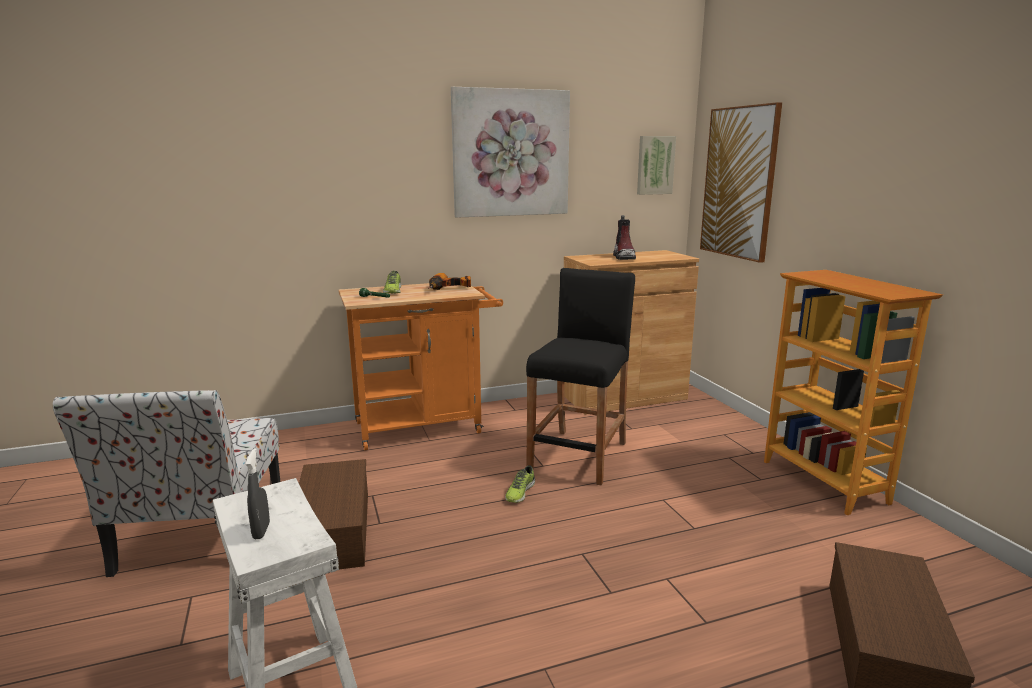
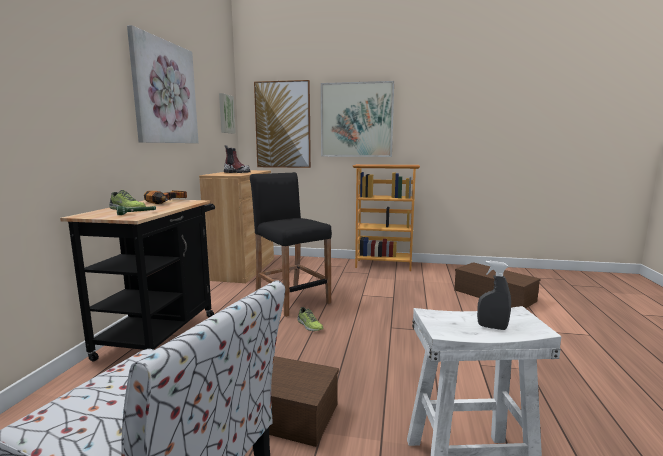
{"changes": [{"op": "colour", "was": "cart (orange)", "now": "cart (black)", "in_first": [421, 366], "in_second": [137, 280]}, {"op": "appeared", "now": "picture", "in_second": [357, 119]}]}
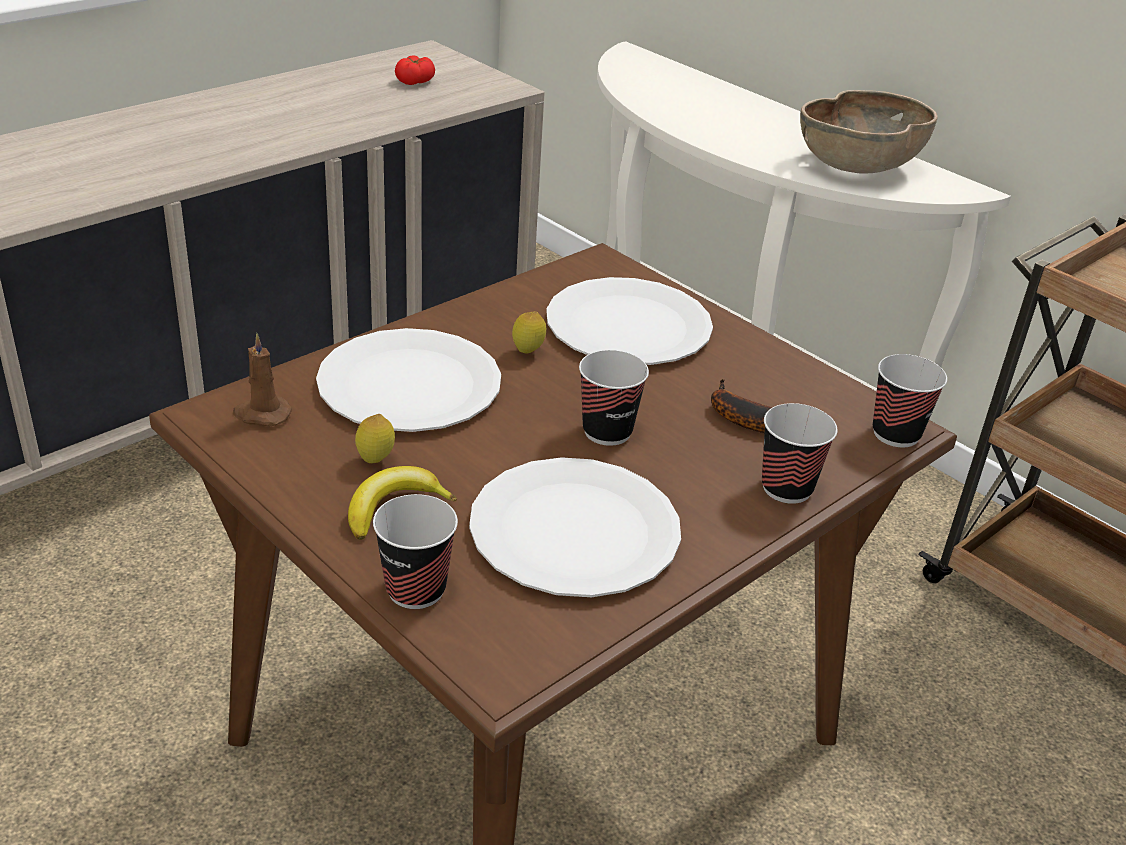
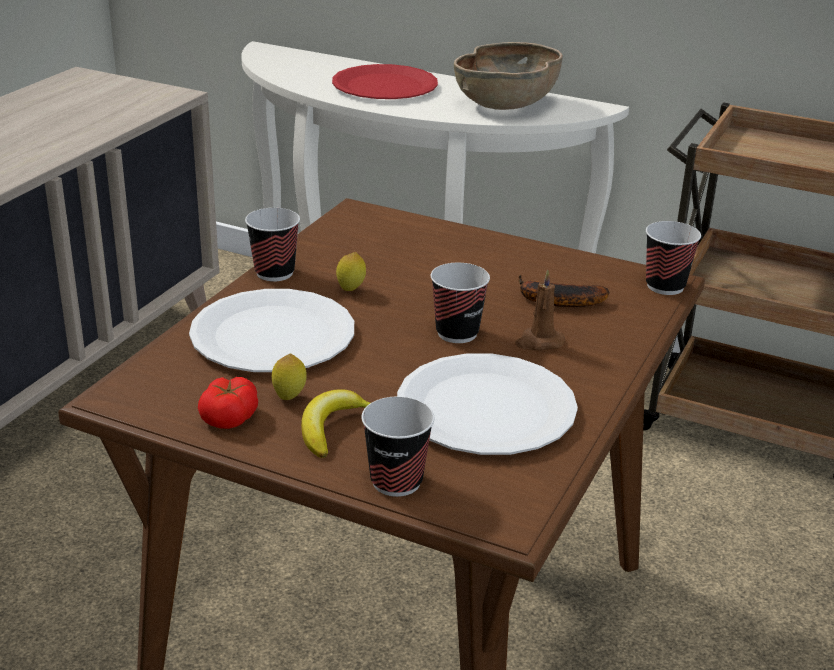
{"changes": [{"op": "relocated", "was": "candle (brown)", "in_first": [262, 379], "in_second": [540, 310]}, {"op": "relocated", "was": "tomato", "in_first": [415, 70], "in_second": [228, 403]}, {"op": "missing", "was": "plate (white)", "in_first": [629, 321]}, {"op": "relocated", "was": "cup", "in_first": [800, 453], "in_second": [272, 244]}, {"op": "appeared", "now": "plate (red)", "in_second": [385, 81]}]}
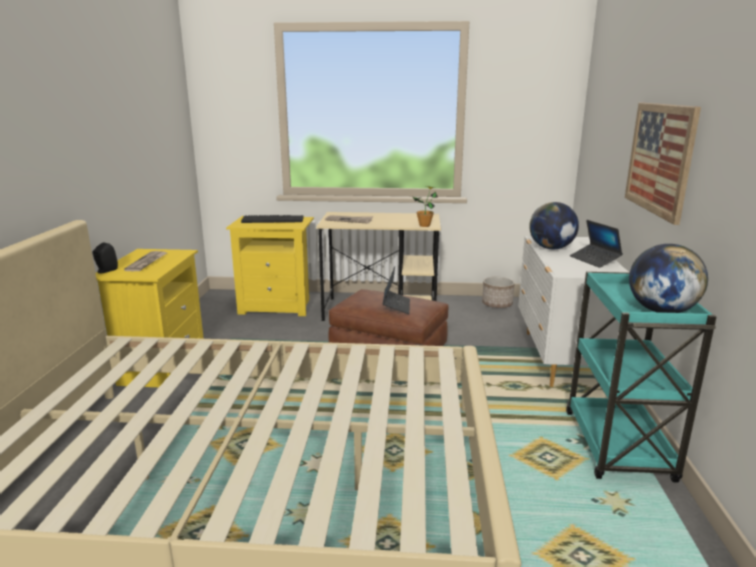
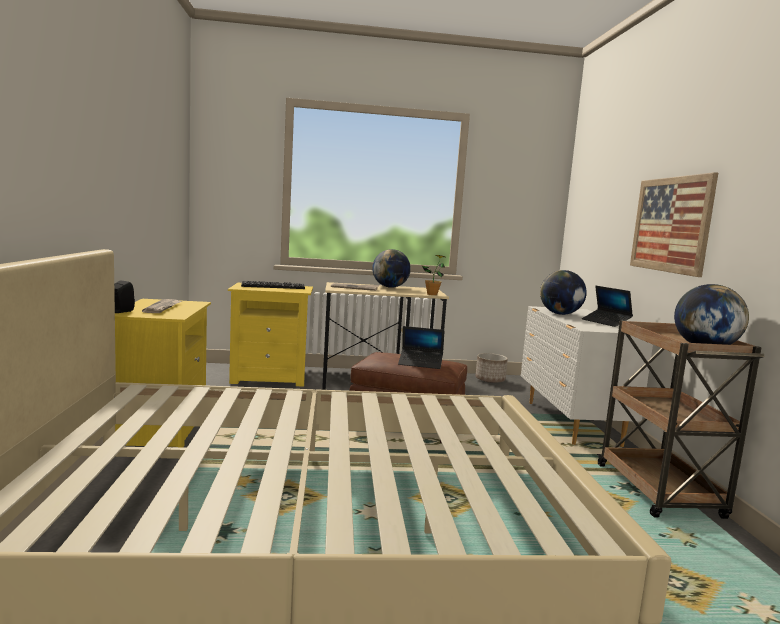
{"changes": [{"op": "spun", "was": "laptop", "in_first": [396, 290], "in_second": [421, 347], "clockwise": 105}, {"op": "colour", "was": "cart (turquoise)", "now": "cart (brown)", "in_first": [641, 377], "in_second": [681, 419]}, {"op": "appeared", "now": "globe", "in_second": [391, 268]}]}
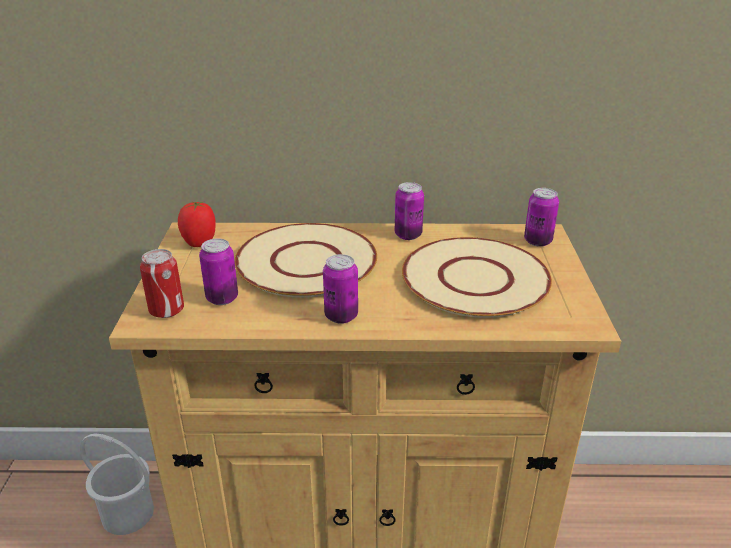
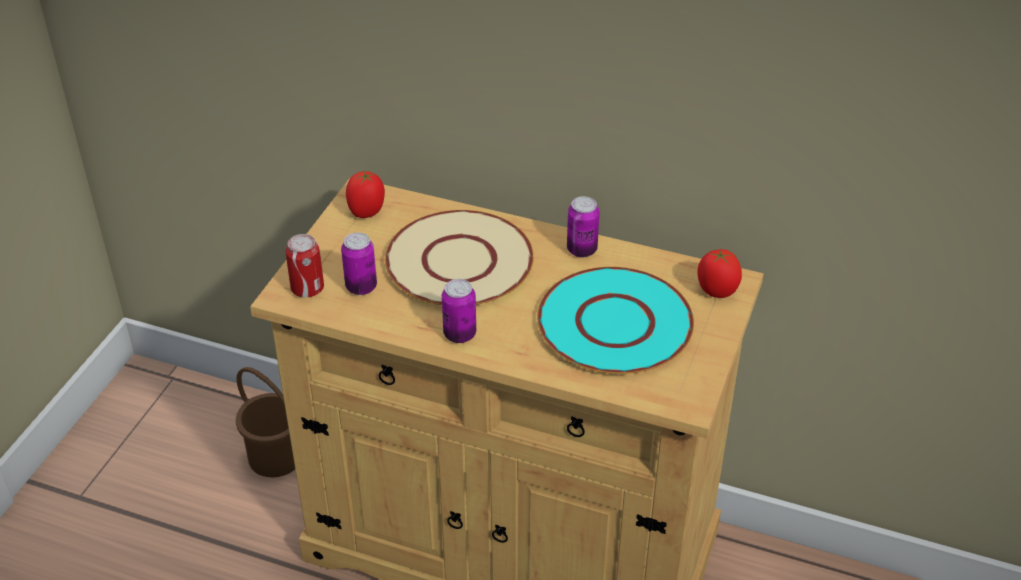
{"changes": [{"op": "colour", "was": "bucket (white)", "now": "bucket (brown)", "in_first": [117, 484], "in_second": [265, 422]}, {"op": "colour", "was": "plate (beige)", "now": "plate (turquoise)", "in_first": [477, 277], "in_second": [615, 320]}, {"op": "exchanged", "was": "can", "now": "tomato", "in_first": [541, 217], "in_second": [719, 273]}]}
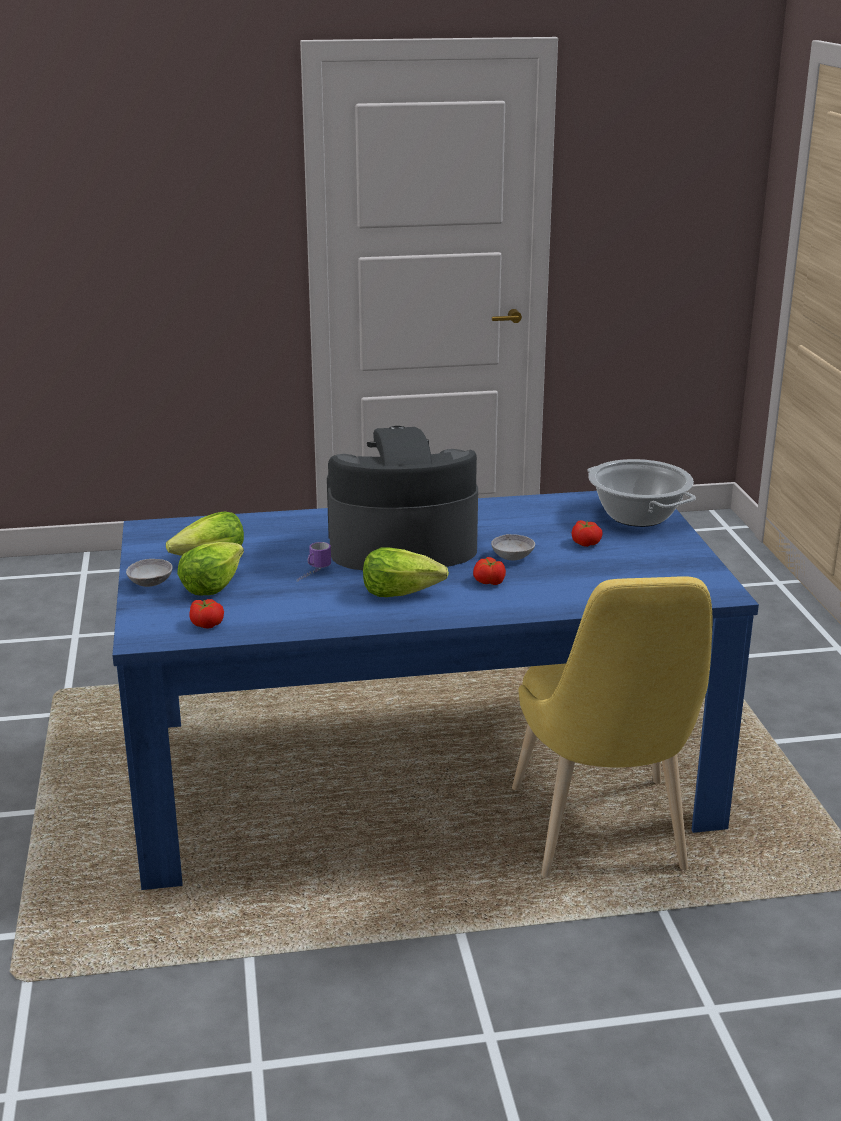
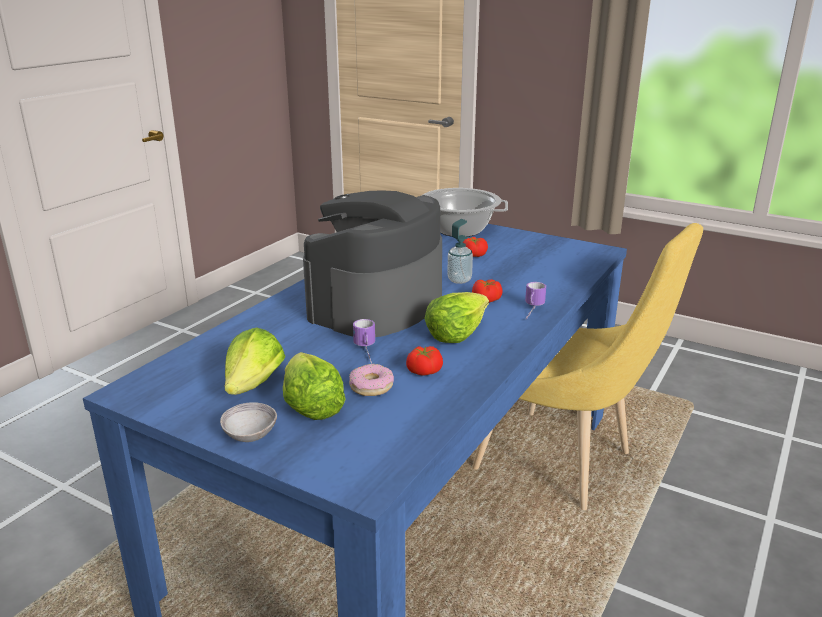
{"changes": [{"op": "relocated", "was": "tomato", "in_first": [206, 613], "in_second": [424, 361]}, {"op": "exchanged", "was": "bowl (grey)", "now": "soap dispenser", "in_first": [513, 547], "in_second": [460, 251]}, {"op": "appeared", "now": "donut", "in_second": [371, 380]}, {"op": "appeared", "now": "mug", "in_second": [535, 301]}]}
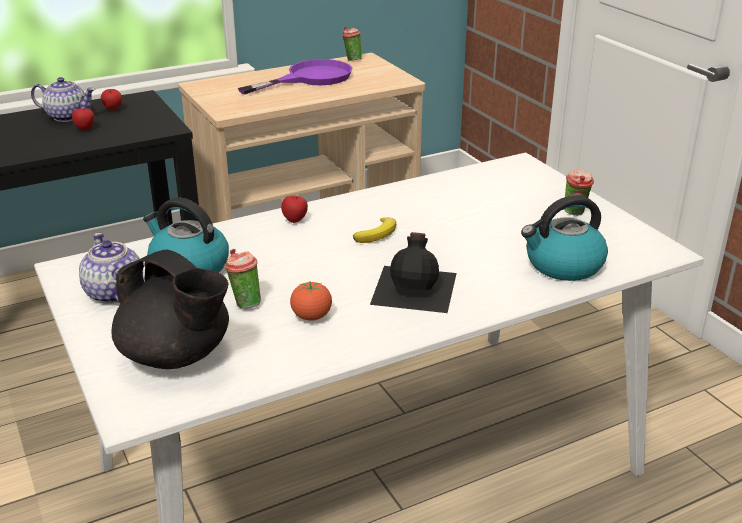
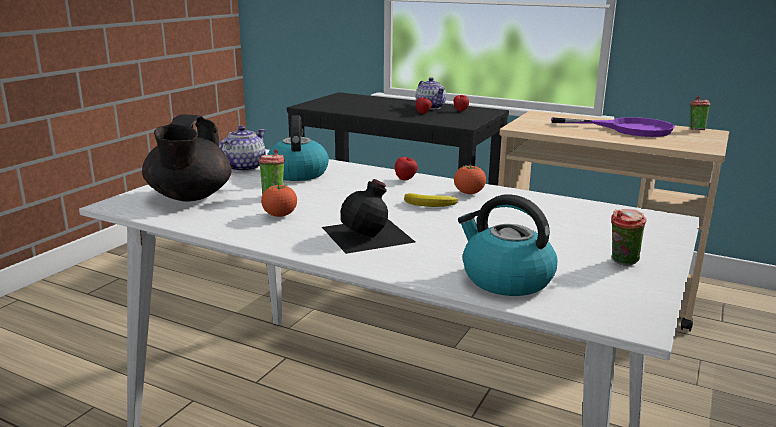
{"changes": [{"op": "appeared", "now": "tomato", "in_second": [470, 178]}]}
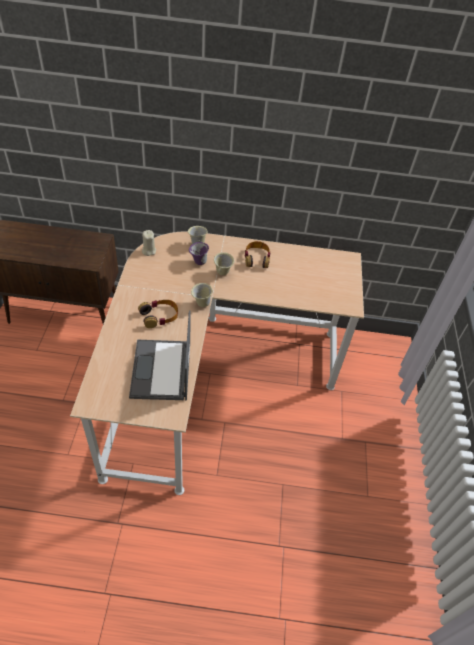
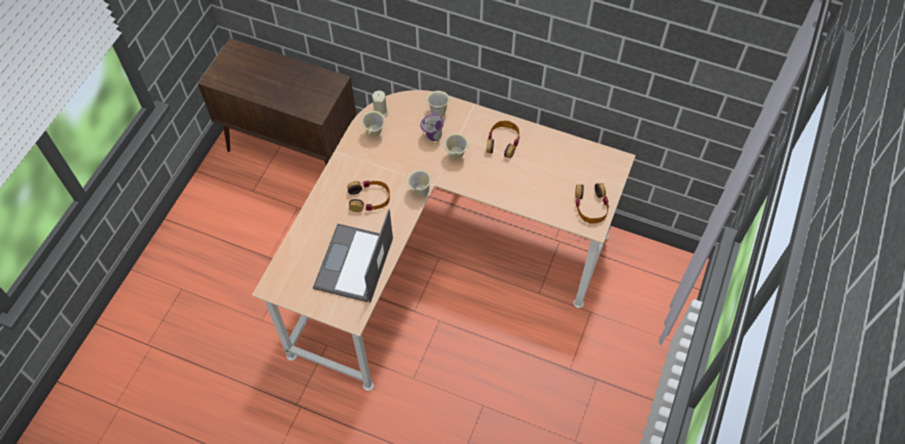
{"changes": [{"op": "appeared", "now": "mug (beige)", "in_second": [373, 124]}, {"op": "appeared", "now": "headphones", "in_second": [592, 203]}]}
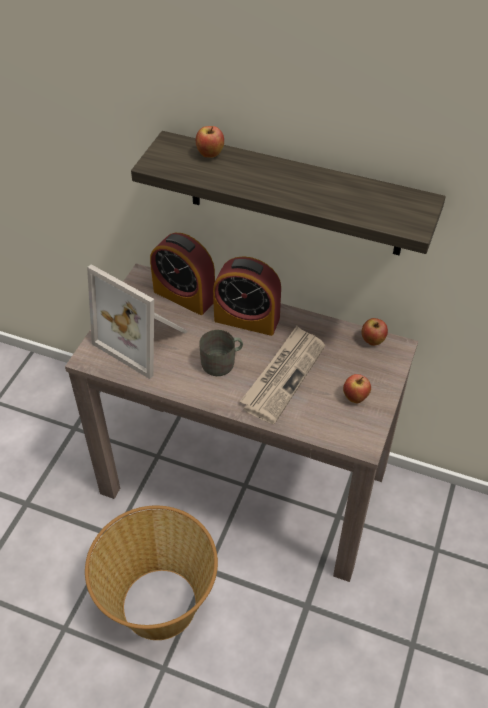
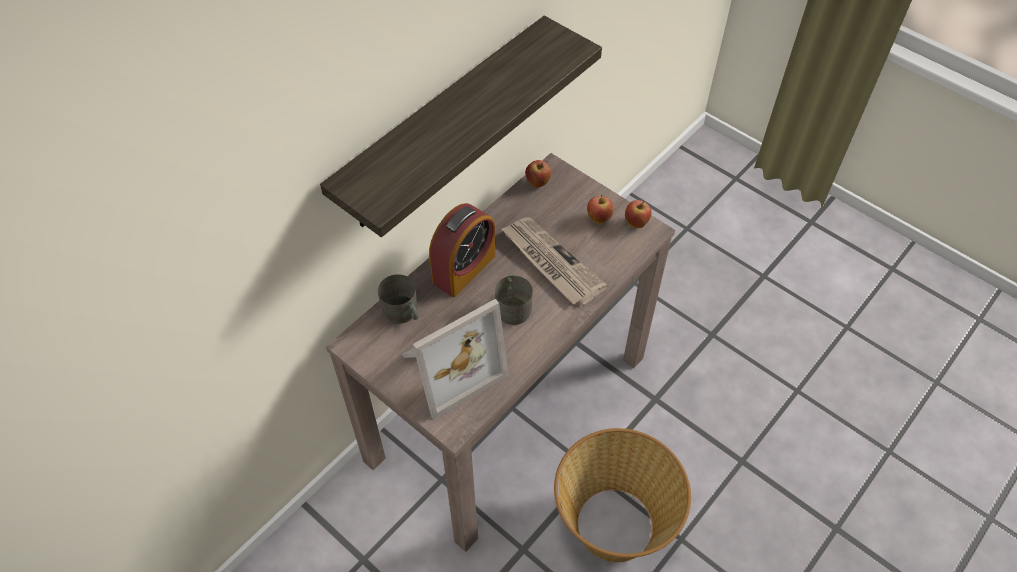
{"changes": [{"op": "exchanged", "was": "alarm clock", "now": "mug (grey)", "in_first": [182, 274], "in_second": [398, 299]}, {"op": "relocated", "was": "apple", "in_first": [210, 142], "in_second": [638, 214]}]}
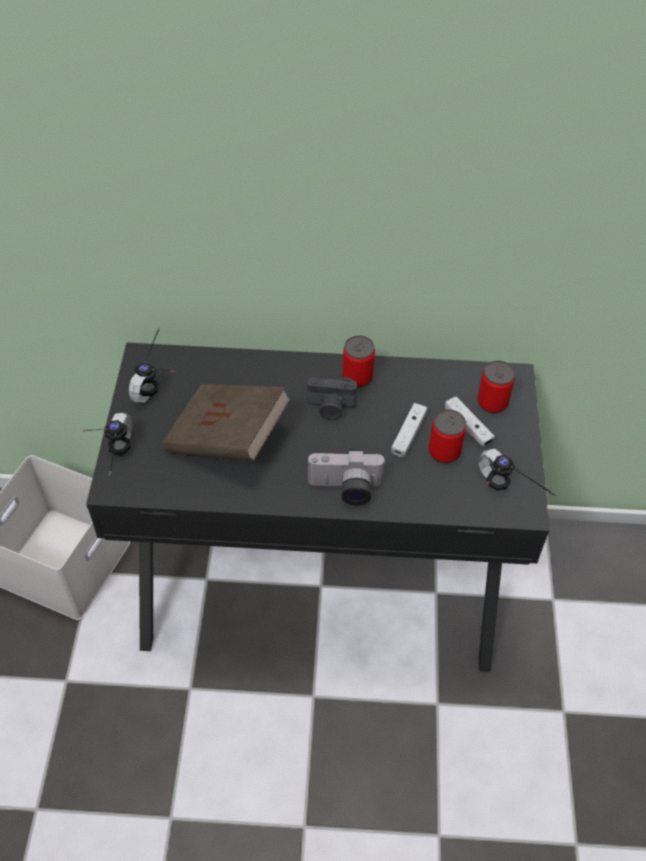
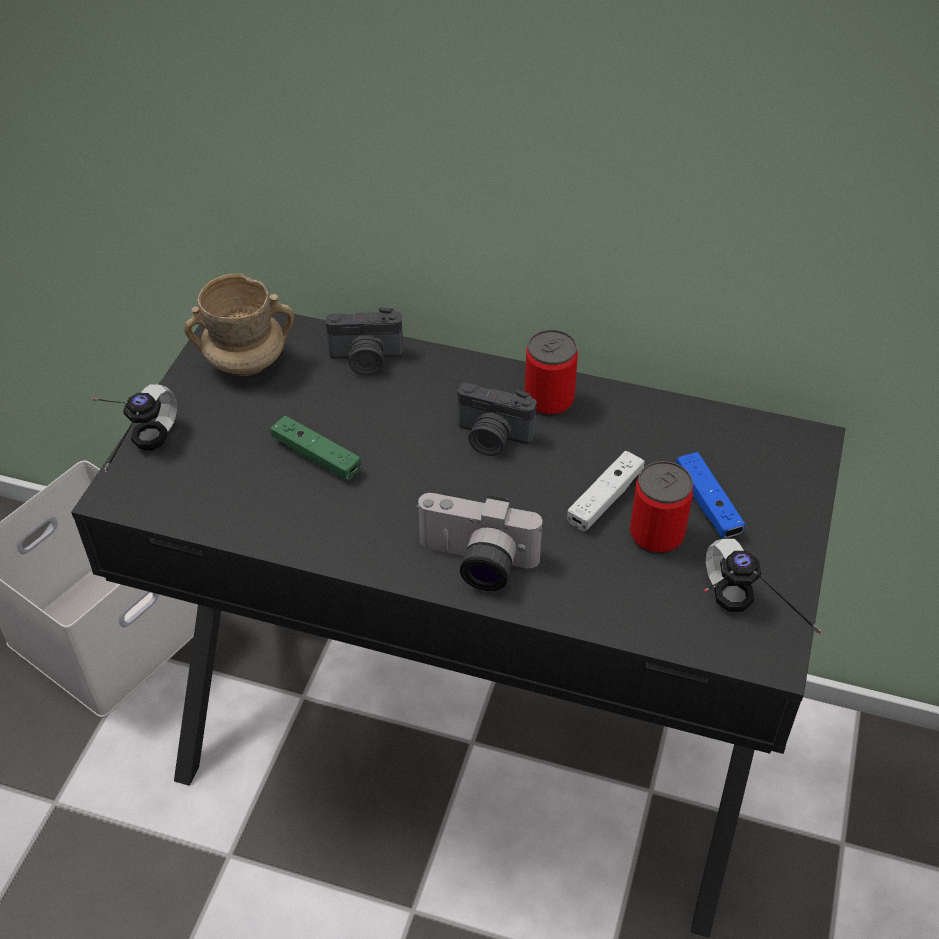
{"changes": [{"op": "exchanged", "was": "headphones", "now": "mug (beige)", "in_first": [151, 365], "in_second": [239, 325]}, {"op": "exchanged", "was": "book (brown)", "now": "game controller (green)", "in_first": [226, 422], "in_second": [316, 448]}, {"op": "colour", "was": "game controller (white)", "now": "game controller (blue)", "in_first": [470, 421], "in_second": [710, 495]}, {"op": "missing", "was": "can", "in_first": [496, 387]}, {"op": "appeared", "now": "photo camera", "in_second": [364, 341]}]}
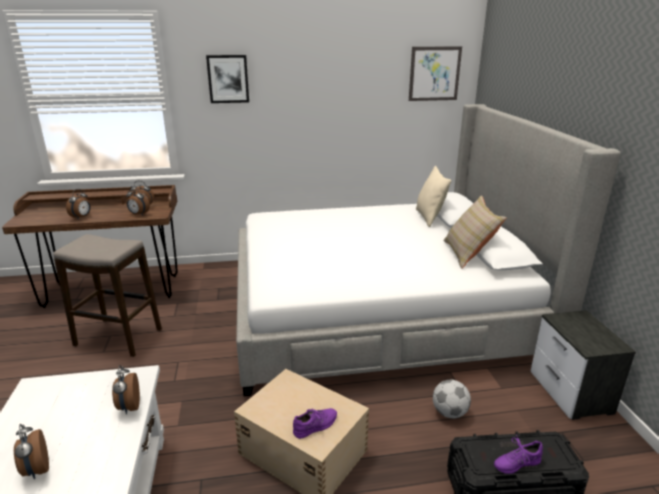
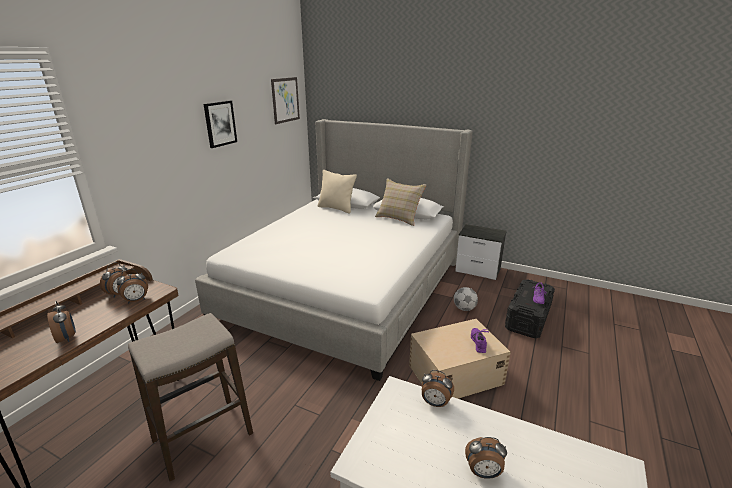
{"changes": [{"op": "relocated", "was": "picture", "in_first": [227, 79], "in_second": [220, 124]}]}
